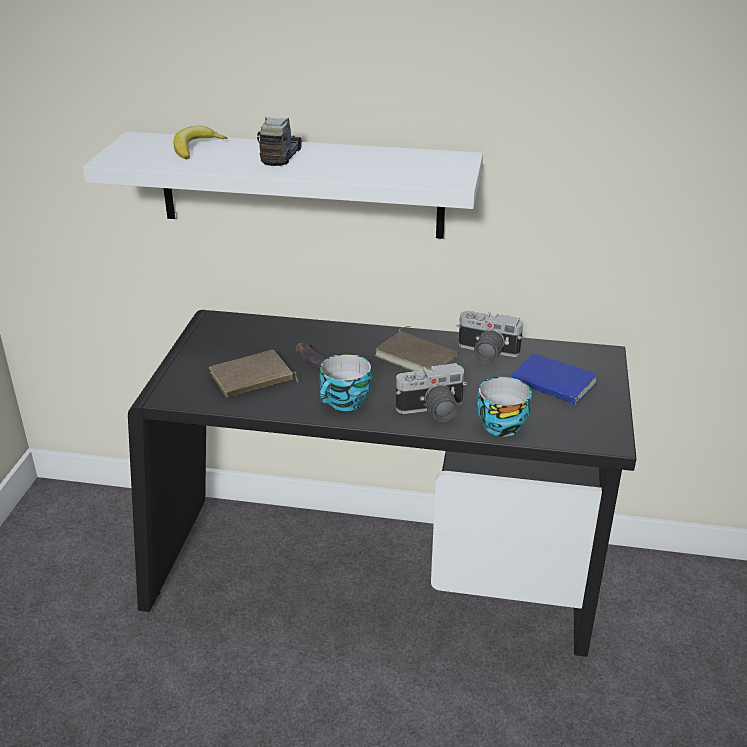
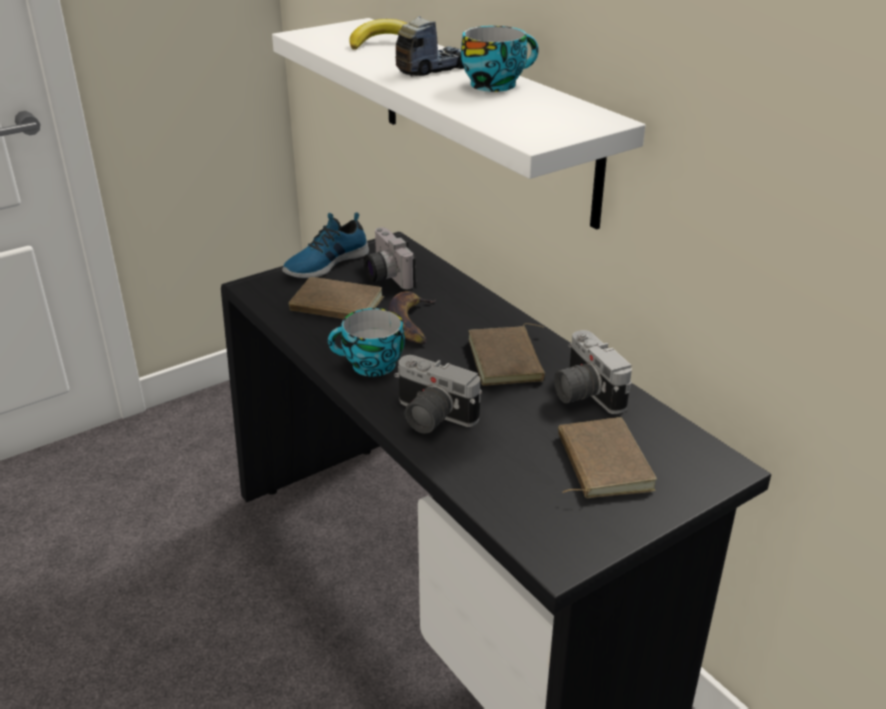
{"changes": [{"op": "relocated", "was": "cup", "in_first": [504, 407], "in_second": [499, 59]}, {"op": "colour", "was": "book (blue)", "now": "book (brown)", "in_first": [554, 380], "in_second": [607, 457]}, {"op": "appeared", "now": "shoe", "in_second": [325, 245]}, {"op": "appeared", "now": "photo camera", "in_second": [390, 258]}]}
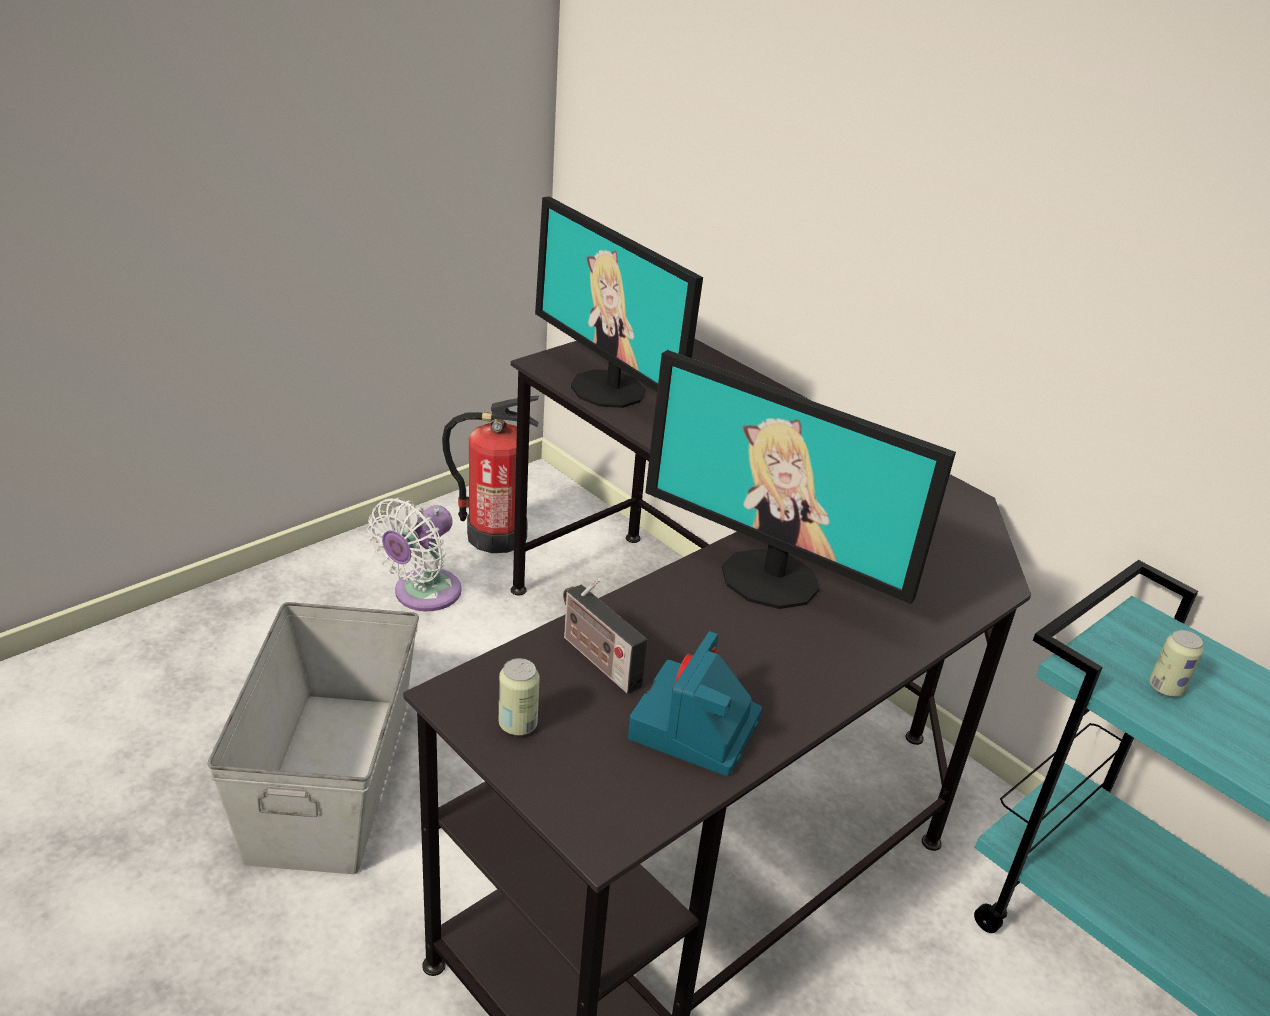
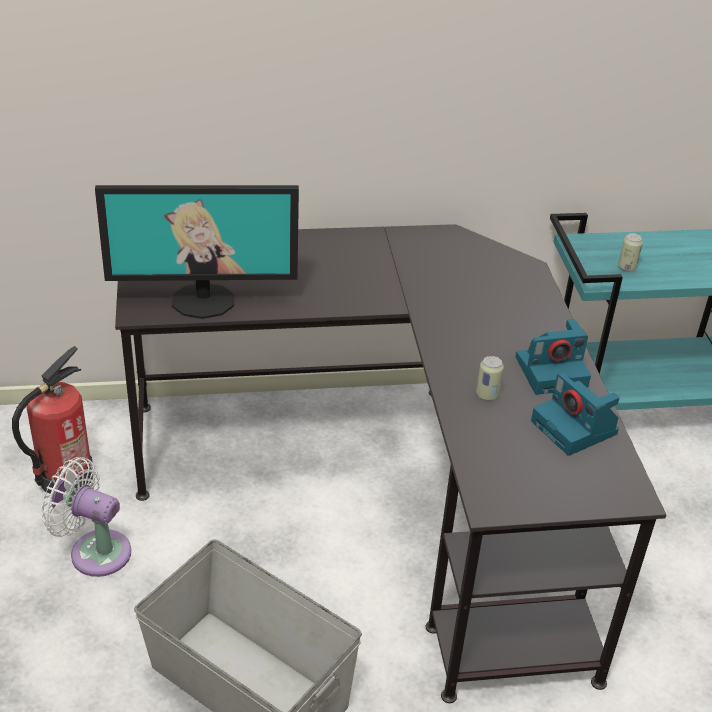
{"changes": [{"op": "spun", "was": "fan (white)", "in_first": [414, 554], "in_second": [86, 517], "clockwise": 135}, {"op": "relocated", "was": "can", "in_first": [519, 696], "in_second": [490, 378]}, {"op": "missing", "was": "radio", "in_first": [605, 636]}, {"op": "missing", "was": "monitor", "in_first": [800, 479]}, {"op": "appeared", "now": "photo camera", "in_second": [553, 357]}]}
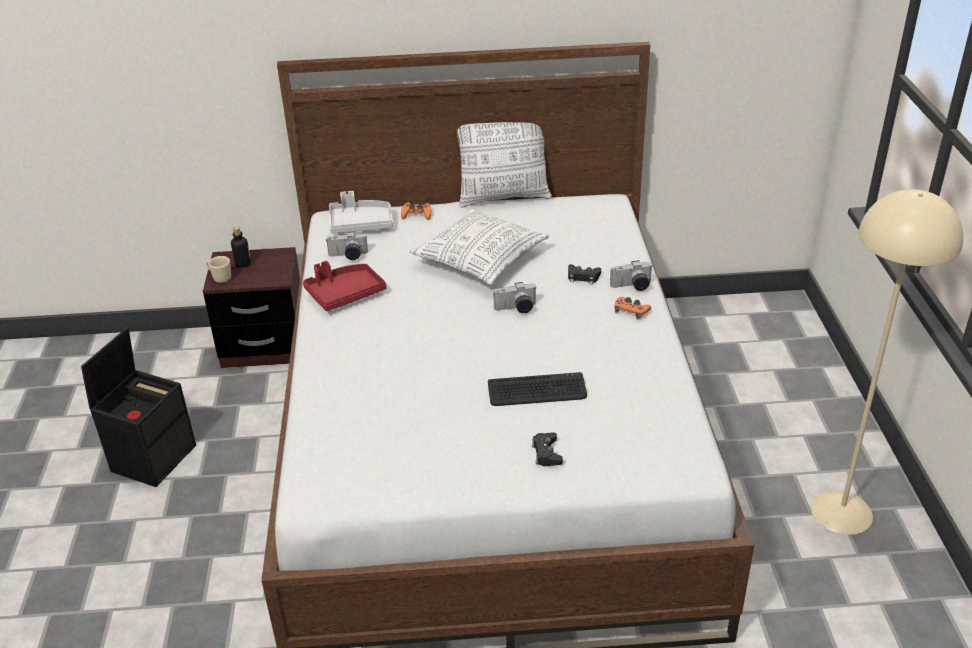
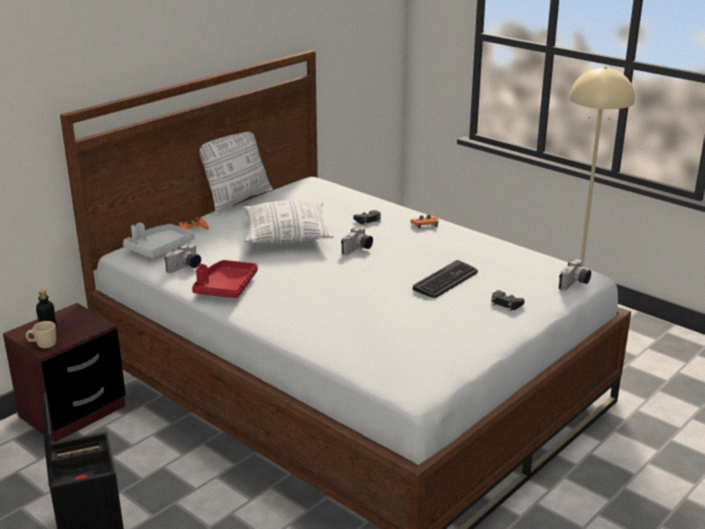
{"changes": [{"op": "relocated", "was": "photo camera", "in_first": [631, 275], "in_second": [575, 274]}]}
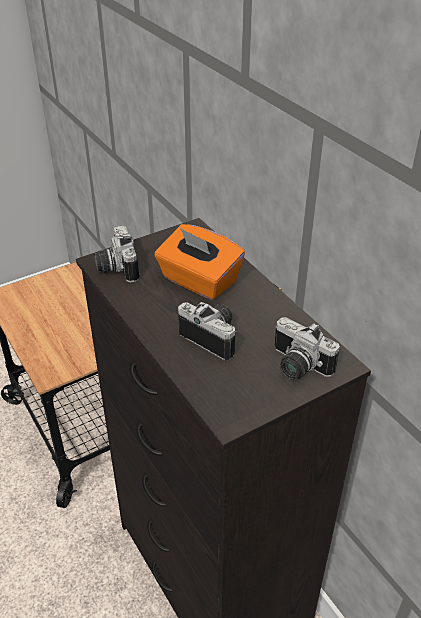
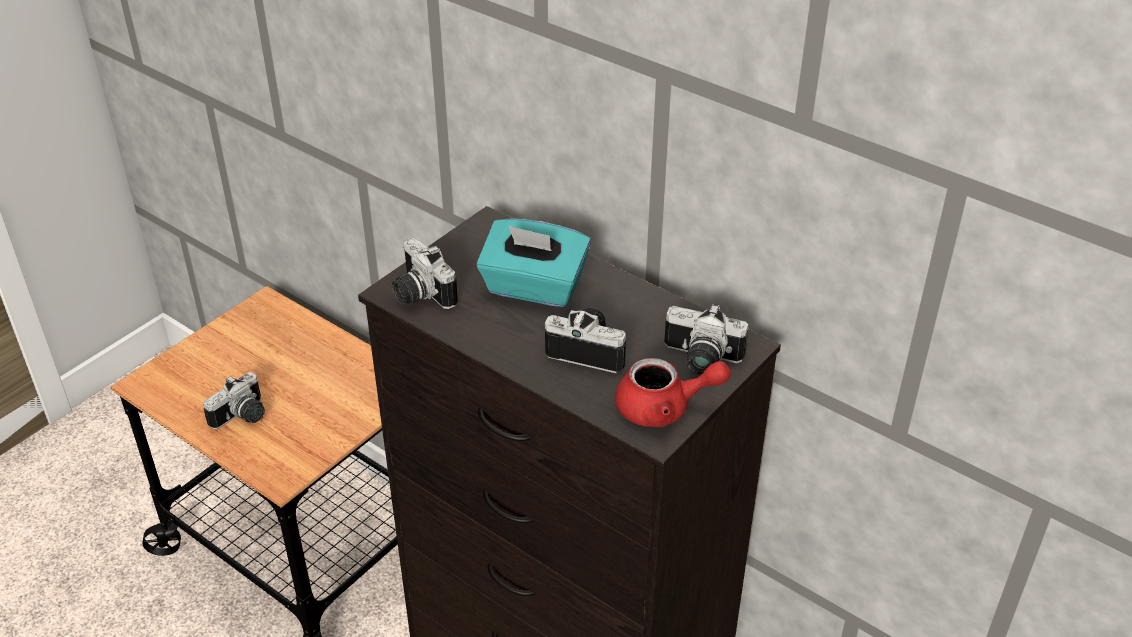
{"changes": [{"op": "colour", "was": "tissue box (orange)", "now": "tissue box (turquoise)", "in_first": [199, 262], "in_second": [533, 262]}, {"op": "appeared", "now": "photo camera", "in_second": [234, 400]}, {"op": "appeared", "now": "teapot (red)", "in_second": [673, 392]}]}
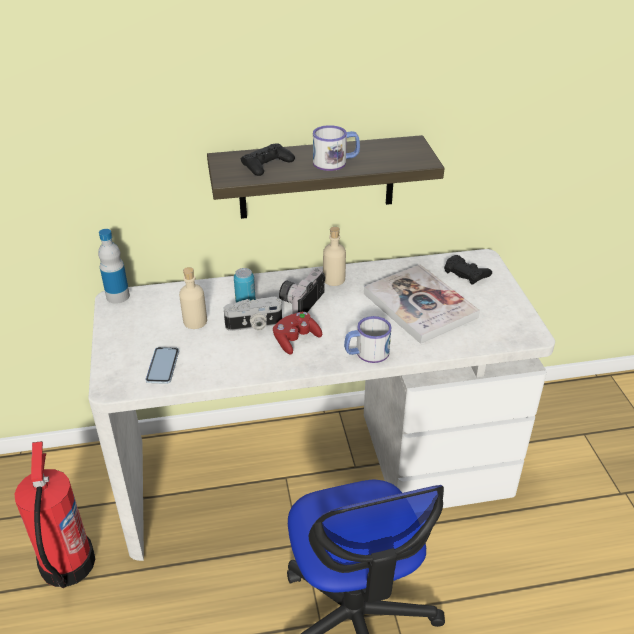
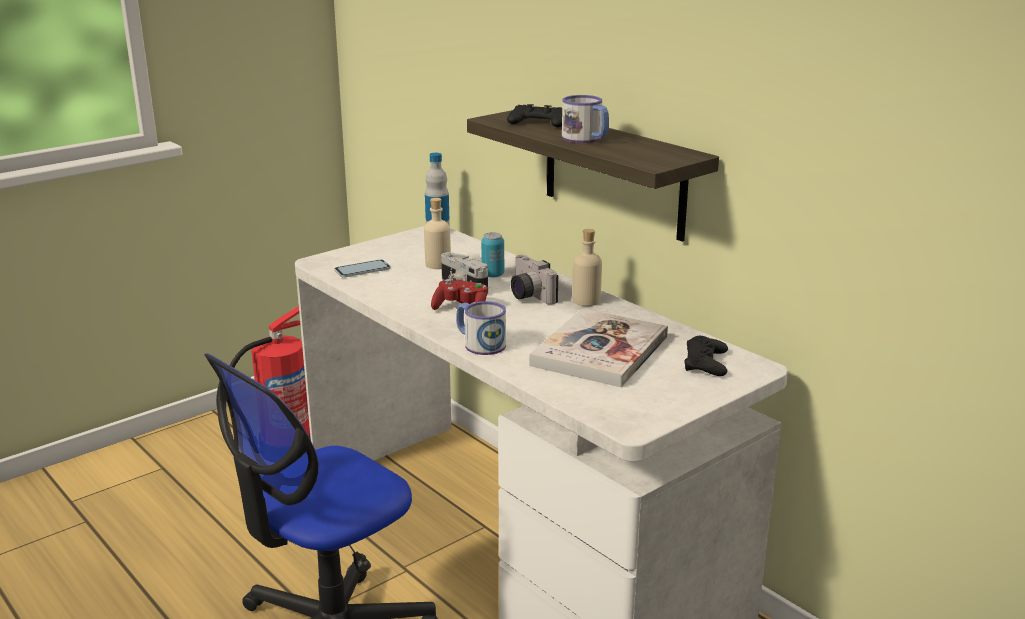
{"changes": [{"op": "spun", "was": "photo camera", "in_first": [302, 291], "in_second": [534, 280], "clockwise": -120}]}
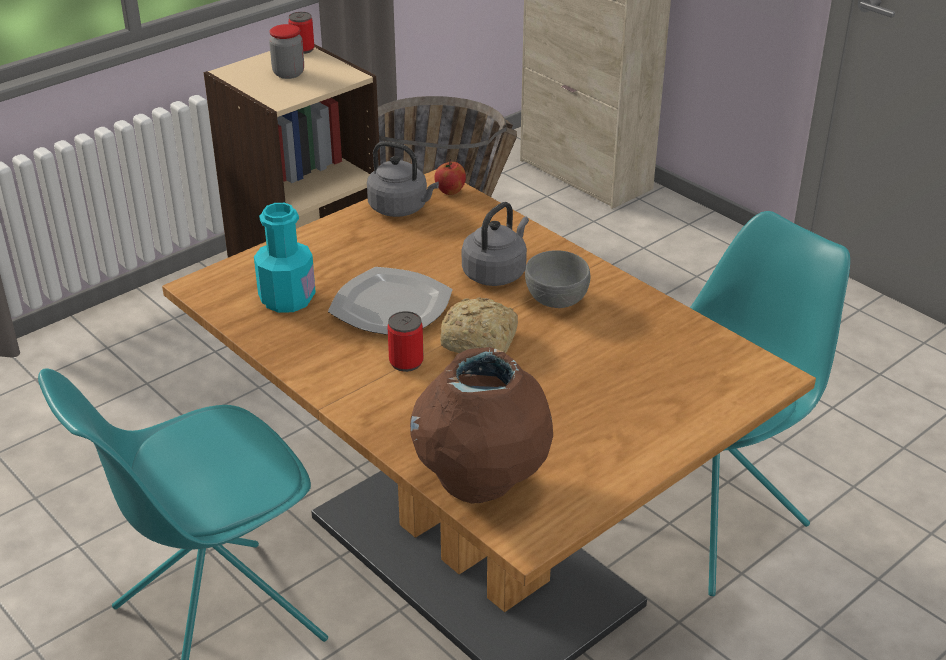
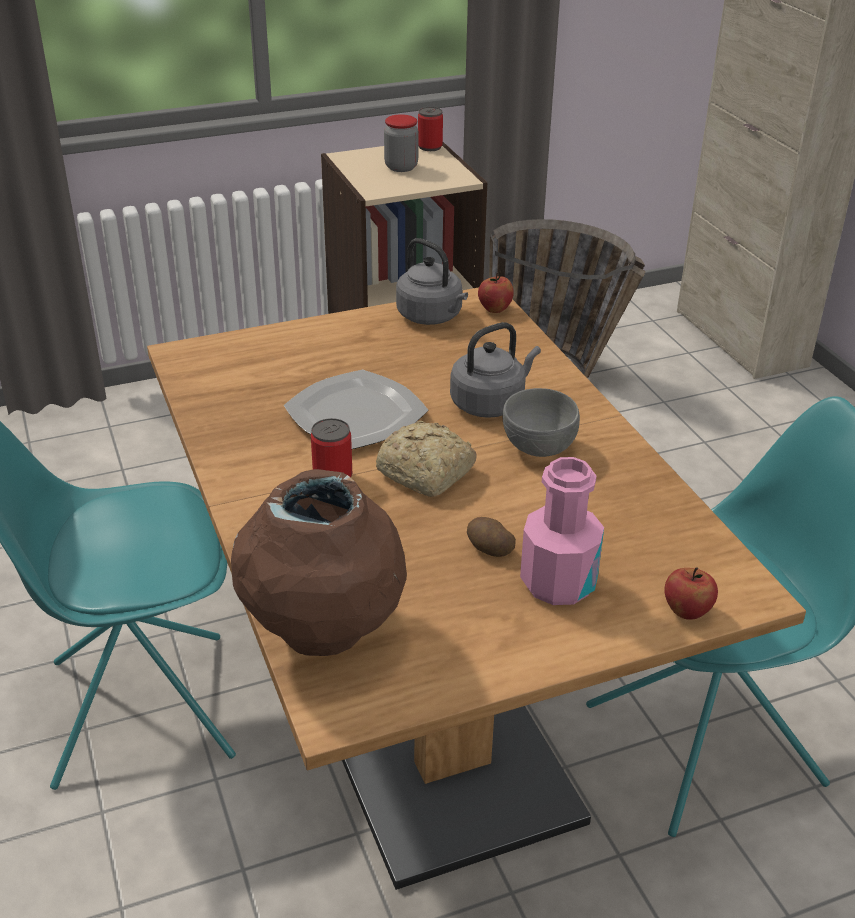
{"changes": [{"op": "missing", "was": "bottle (turquoise)", "in_first": [285, 258]}, {"op": "appeared", "now": "potato", "in_second": [491, 537]}, {"op": "appeared", "now": "bottle (pink)", "in_second": [562, 531]}, {"op": "appeared", "now": "apple", "in_second": [691, 593]}]}
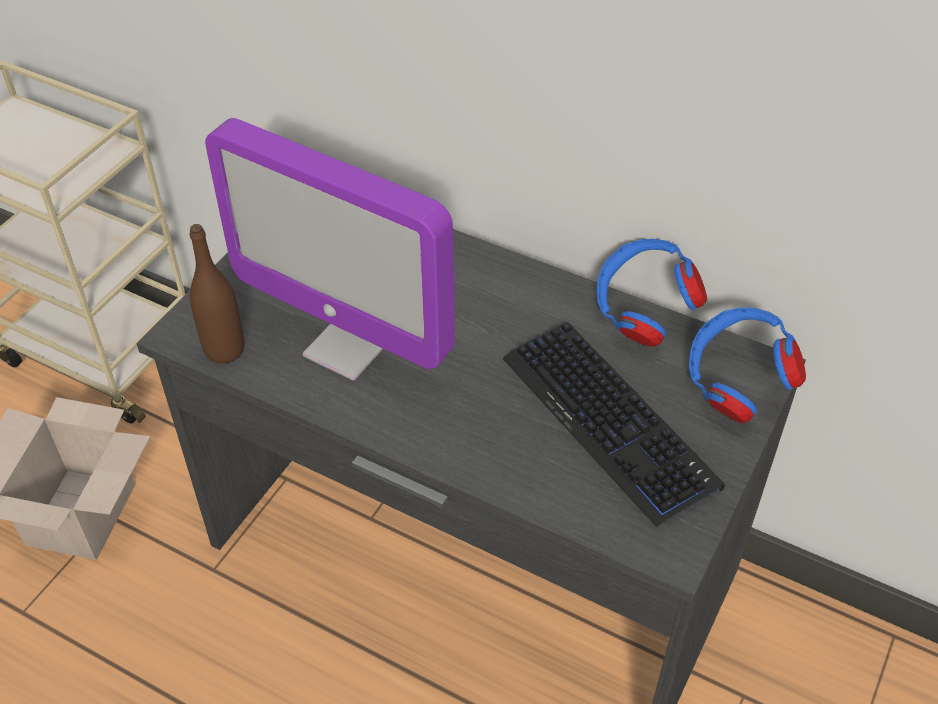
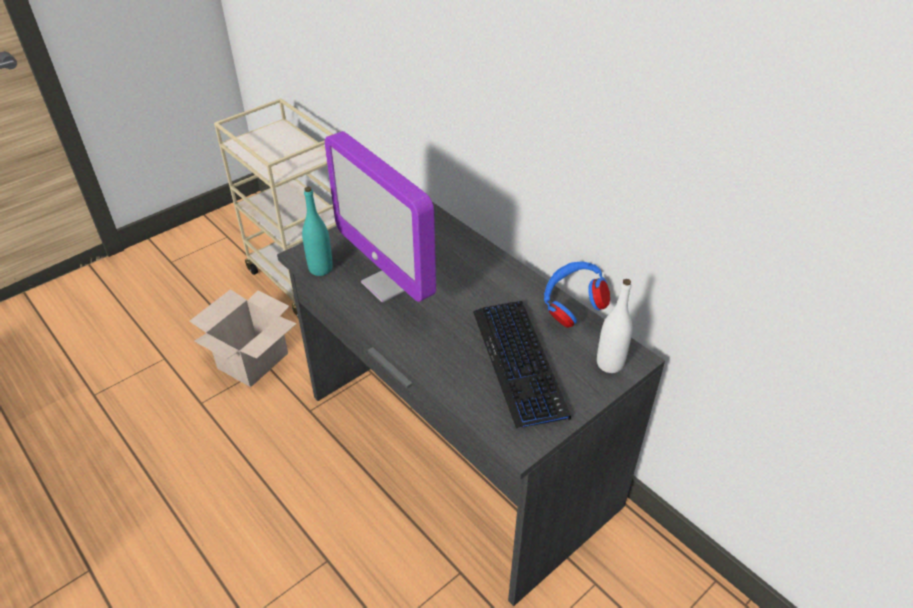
{"changes": [{"op": "colour", "was": "bottle (brown)", "now": "bottle (turquoise)", "in_first": [217, 293], "in_second": [317, 231]}, {"op": "exchanged", "was": "headphones (blue)", "now": "bottle (white)", "in_first": [747, 365], "in_second": [614, 326]}]}
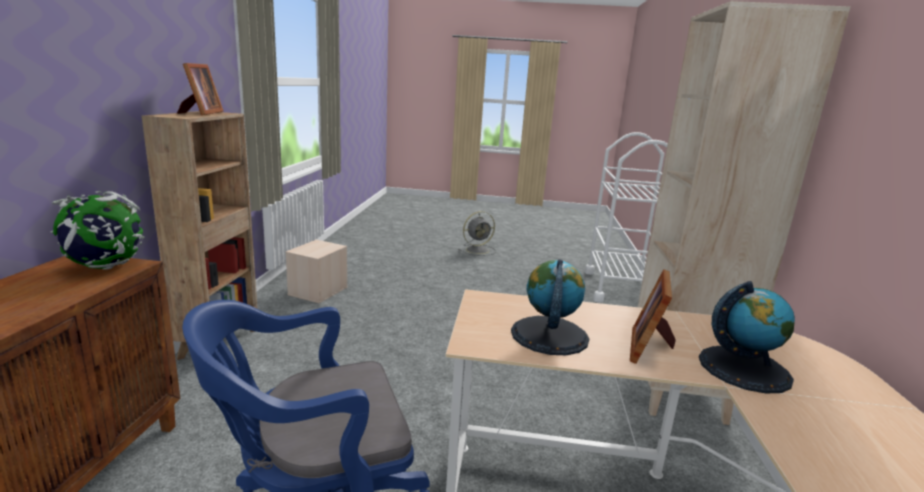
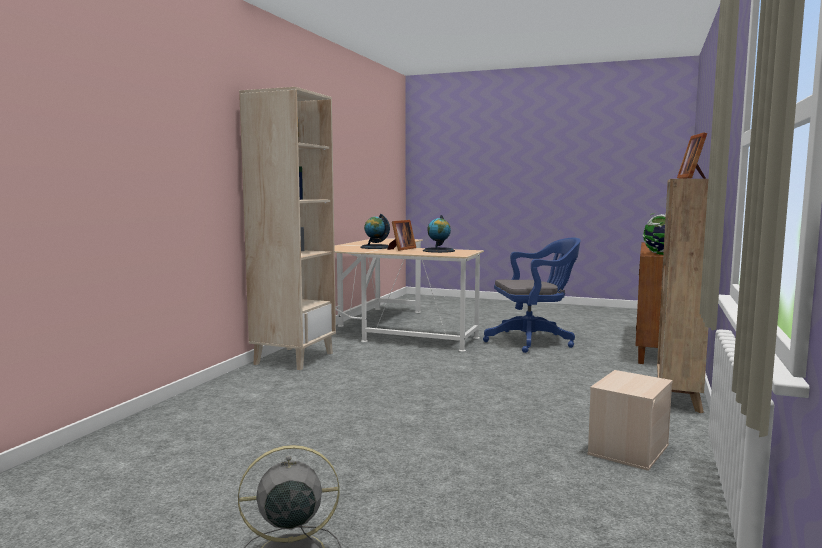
{"changes": [{"op": "missing", "was": "cart (white)", "in_first": [626, 217]}]}
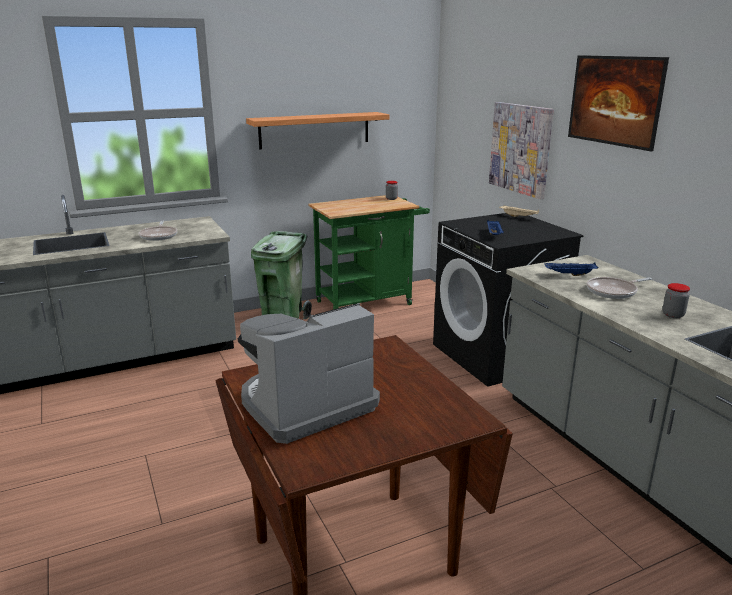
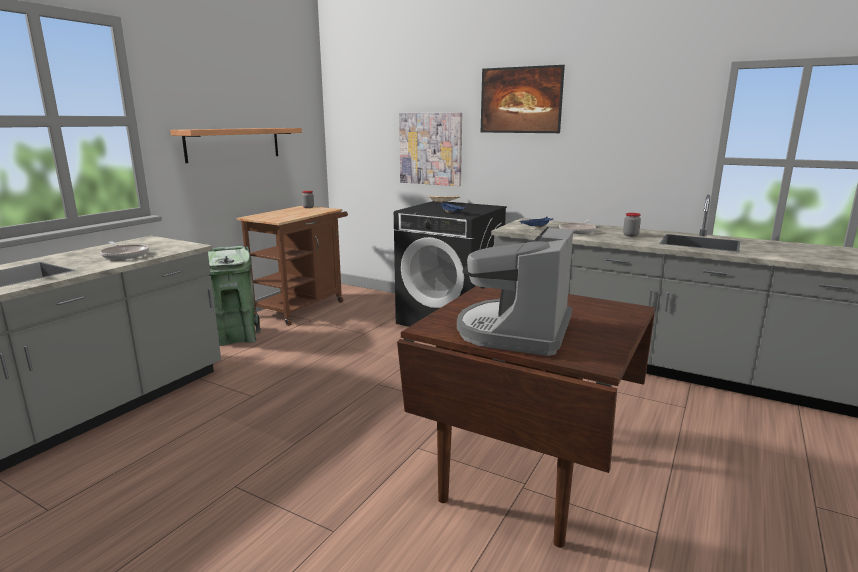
{"changes": [{"op": "colour", "was": "cart (green)", "now": "cart (brown)", "in_first": [369, 252], "in_second": [292, 265]}]}
